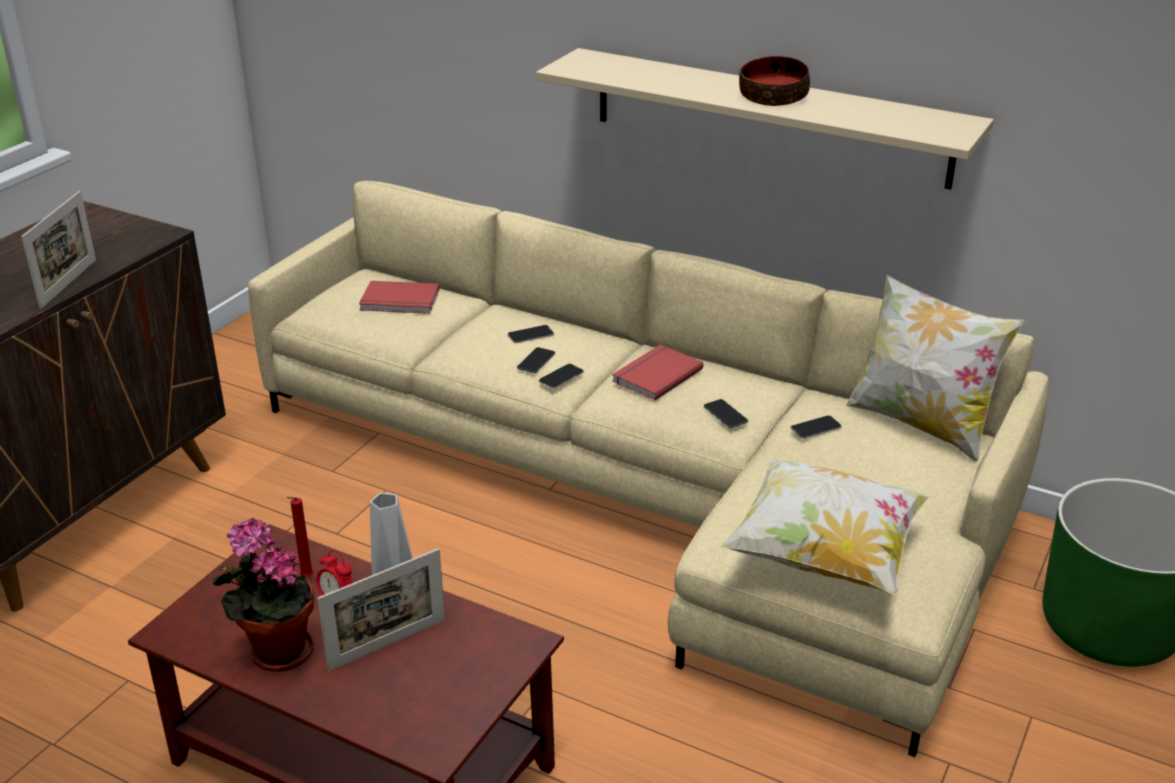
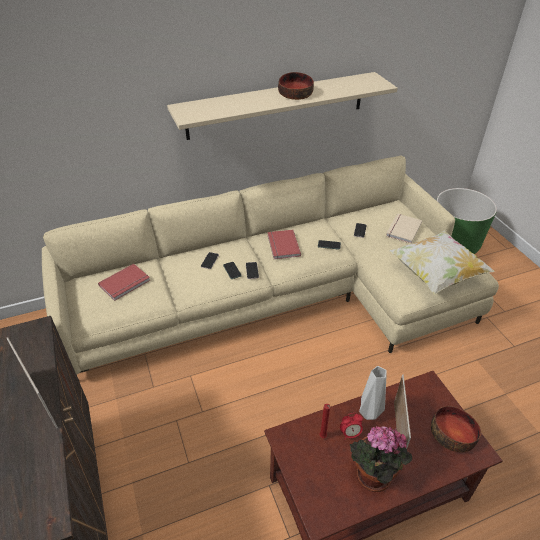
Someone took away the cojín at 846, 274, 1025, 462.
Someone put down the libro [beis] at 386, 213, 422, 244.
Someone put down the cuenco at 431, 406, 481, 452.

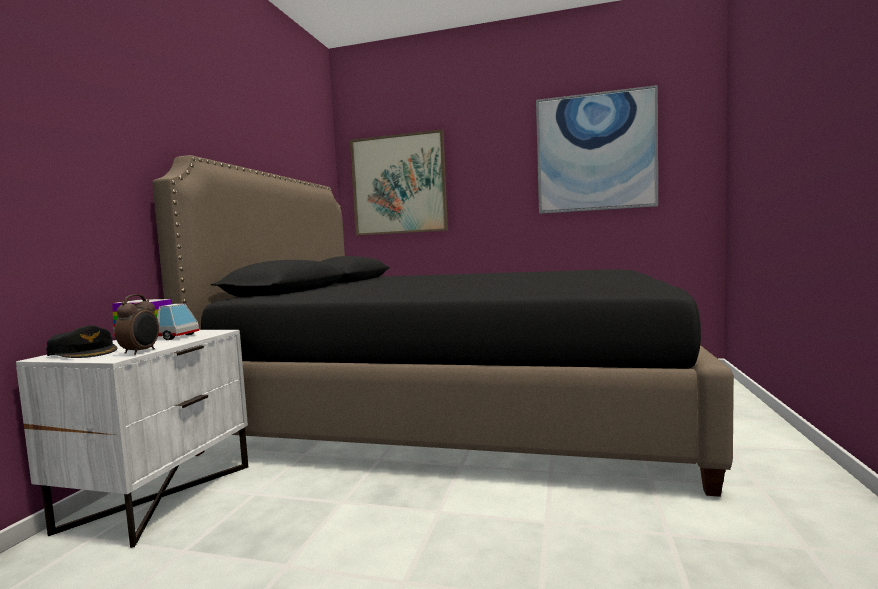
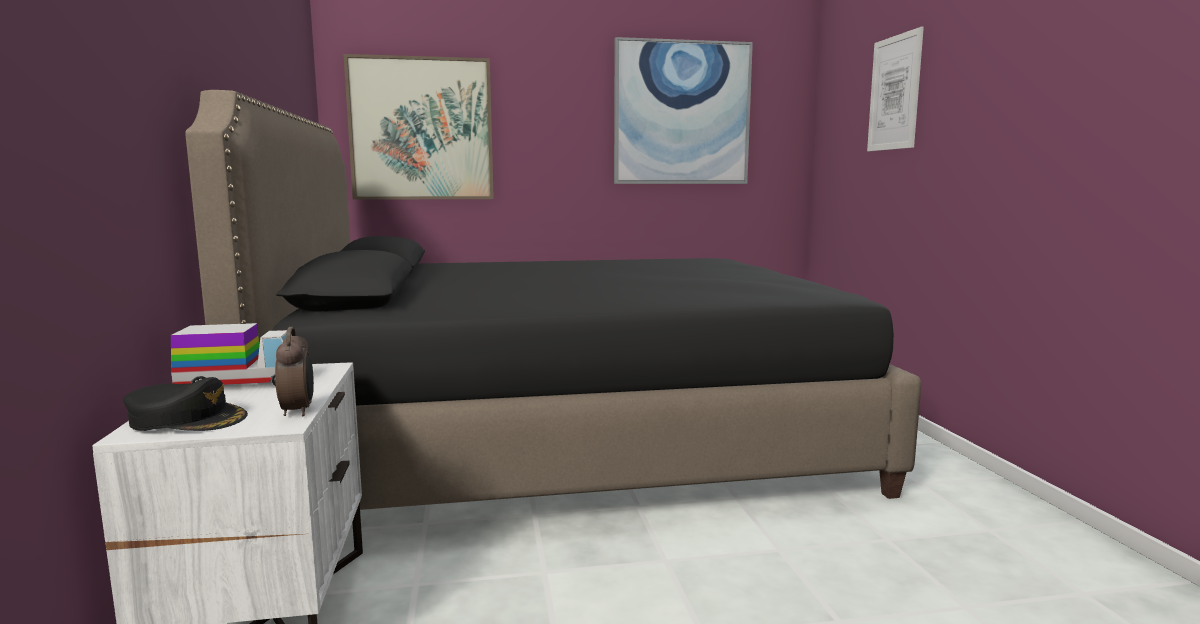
Someone put up the cuadro at 867, 27, 924, 151.

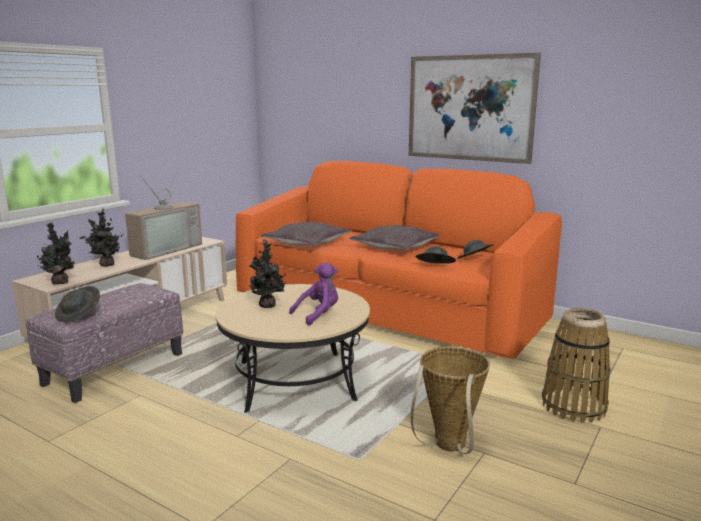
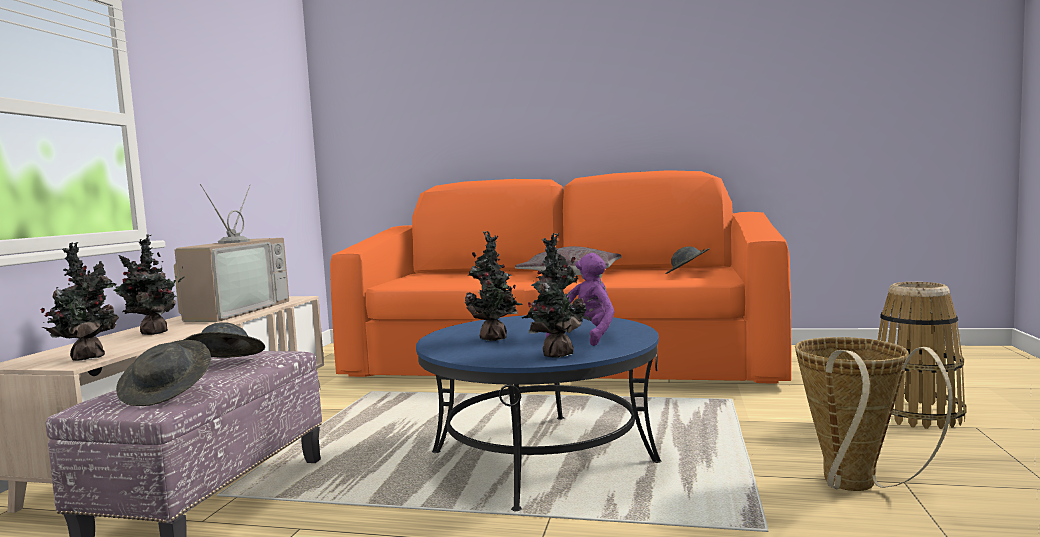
Someone took away the cojín [gris] at 261, 222, 352, 245.
Someone took away the cuadro at 409, 53, 541, 164.
Someone put down the planta en maceta at 522, 233, 586, 357.
Someone carried the sombrero [gris] from 416, 246, 456, 263 to 184, 322, 265, 358.
Someone repainted the mesa de centro [beis] at 215, 284, 370, 413, which became the mesa de centro [azul] at 416, 315, 661, 511.

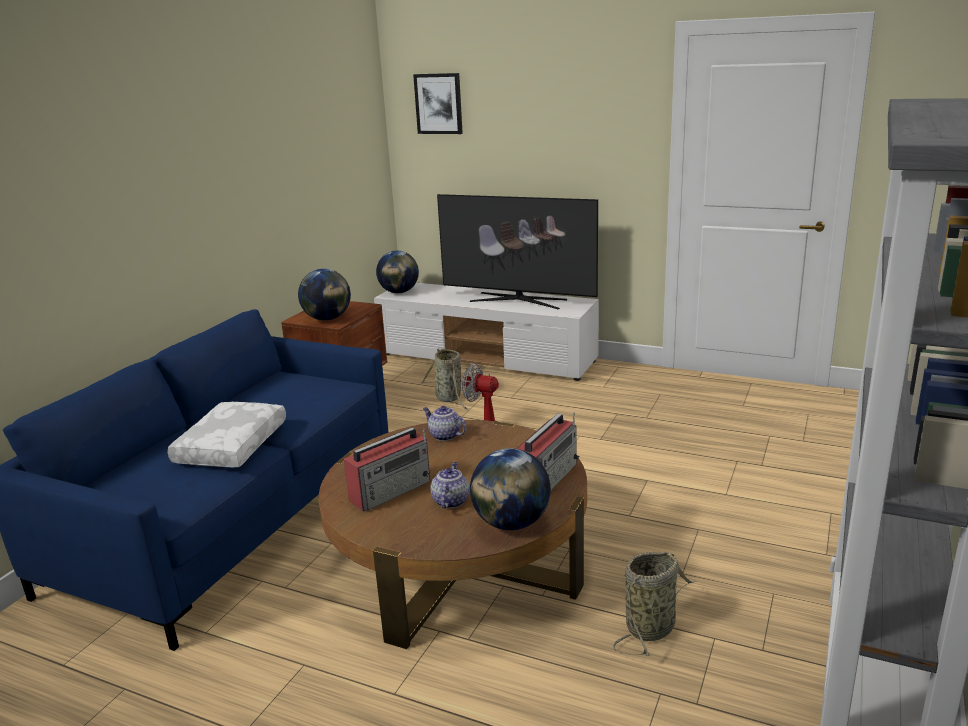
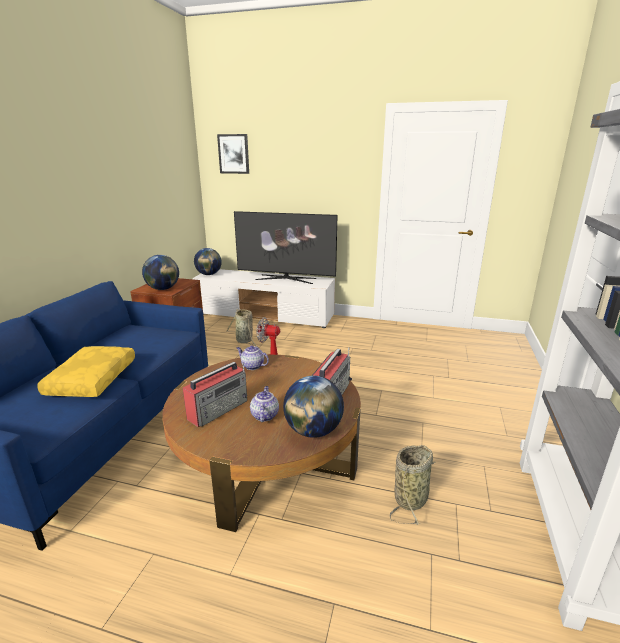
Someone repainted the cojín [blanco] at 168, 402, 286, 467, which became the cojín [amarillo] at 37, 346, 135, 397.

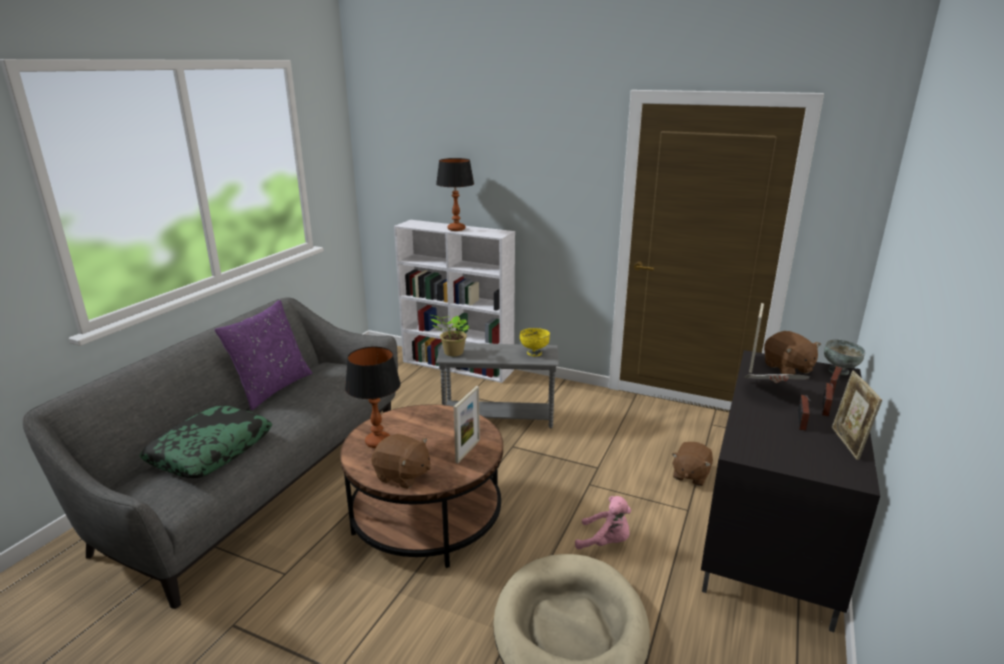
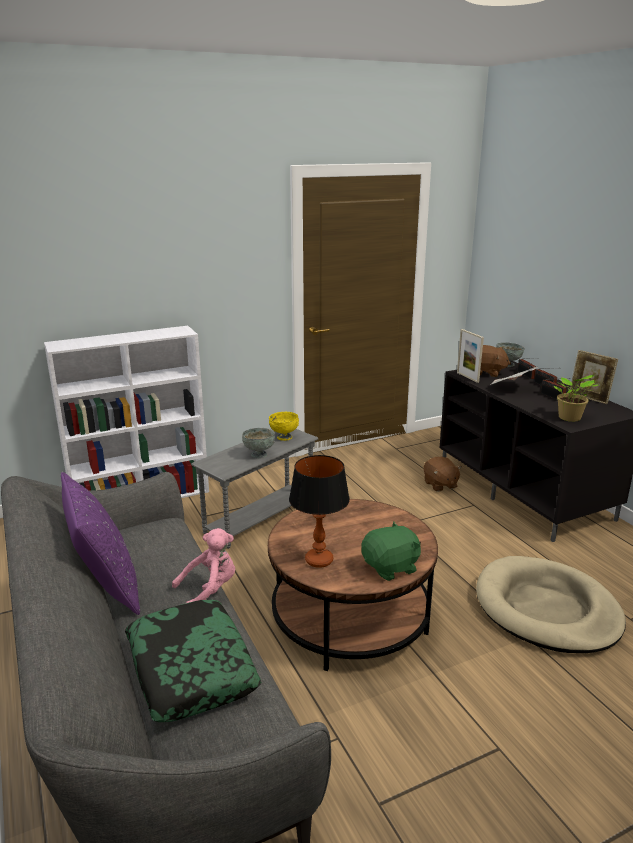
Someone took away the lámpara de mesa at 436, 158, 474, 231.
Someone took away the portarretratos at 454, 386, 480, 463.
Someone put down the cuenco [gris] at 242, 428, 275, 459.
Someone carried the planta en maceta from 431, 315, 469, 357 to 554, 375, 598, 422.
Someone carried the peluche [rosa] from 575, 496, 631, 550 to 172, 528, 235, 603.
Someone repainted the peluche [marrón] at 371, 434, 431, 489, which became the peluche [verde] at 361, 522, 421, 581.

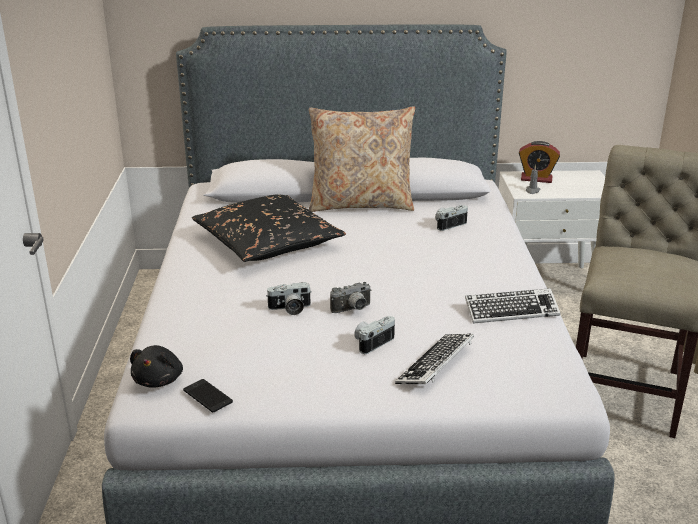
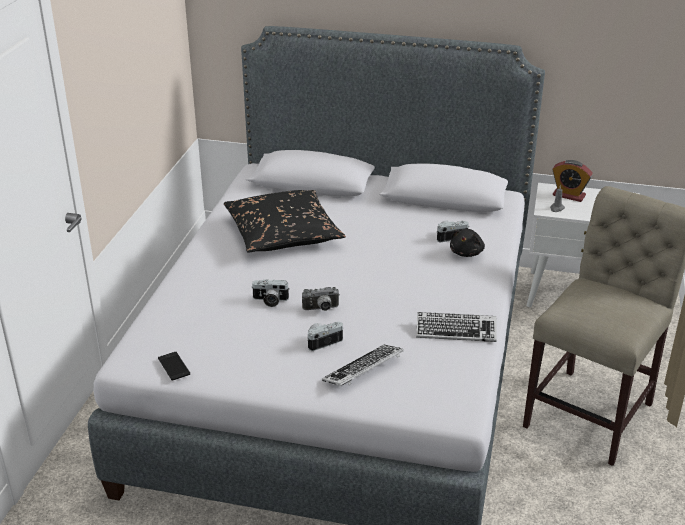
Someone took away the cojín [beis] at 309, 106, 415, 212.
Someone carried the peluche [negro] from 130, 345, 183, 388 to 450, 229, 485, 257.

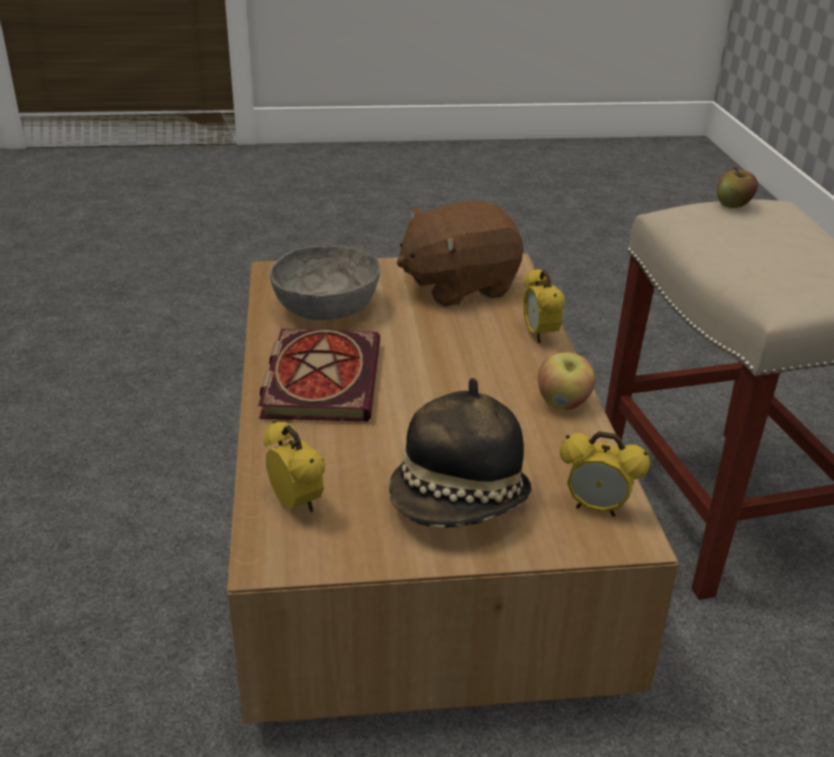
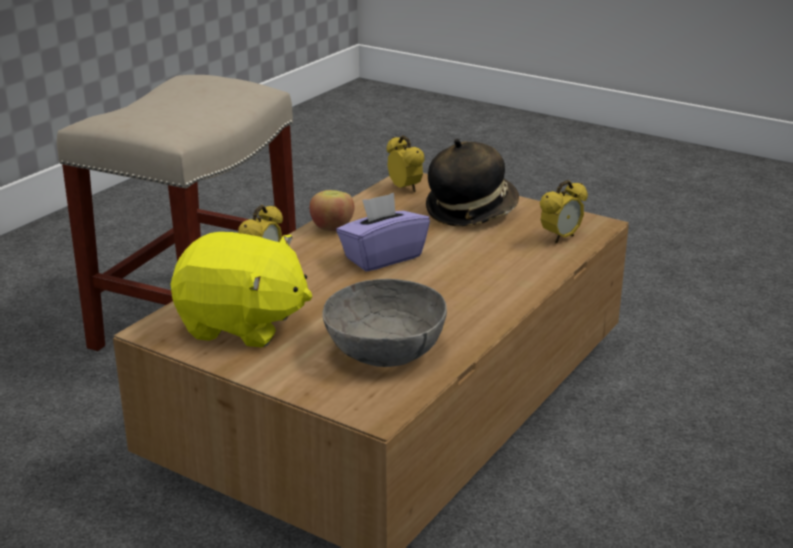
Someone took away the libro at 258, 329, 380, 421.
Someone took away the manzana at 717, 167, 758, 208.
Someone put down the caja de pañuelos [morado] at 336, 193, 430, 272.
Someone repainted the peluche [marrón] at 397, 201, 523, 307, which became the peluche [amarillo] at 171, 232, 313, 347.
Someone rotated the despertador at 263, 420, 325, 512 by 135 degrees counterclockwise.

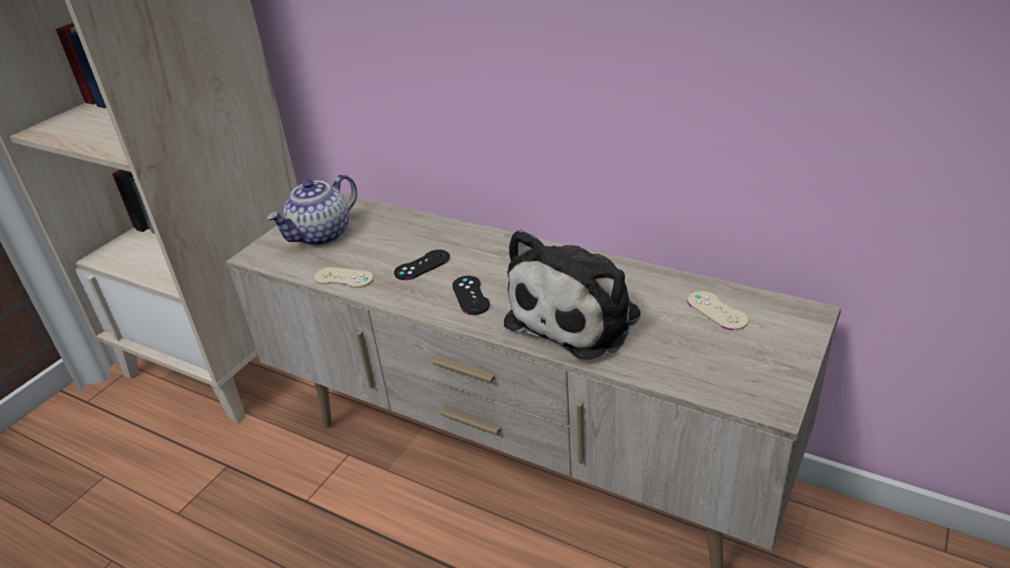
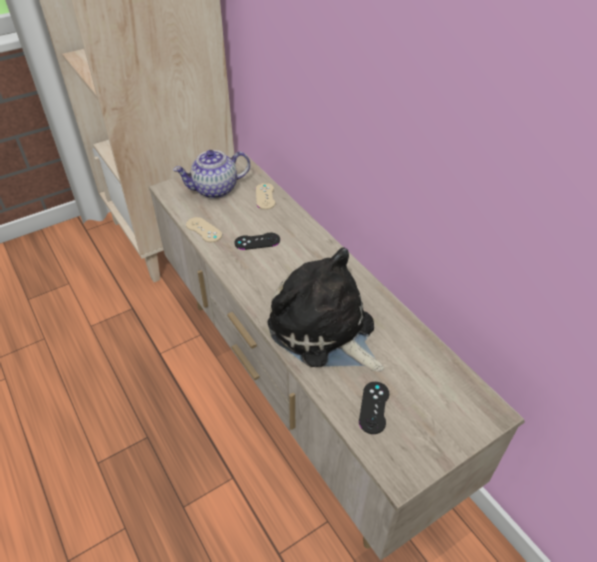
Someone carried the mando de consola [negro] from 452, 276, 490, 315 to 359, 382, 389, 434.
Someone carried the mando de consola [beis] from 687, 291, 748, 330 to 256, 183, 275, 210.
Someone rotated the peluche at 504, 229, 641, 360 by 75 degrees clockwise.

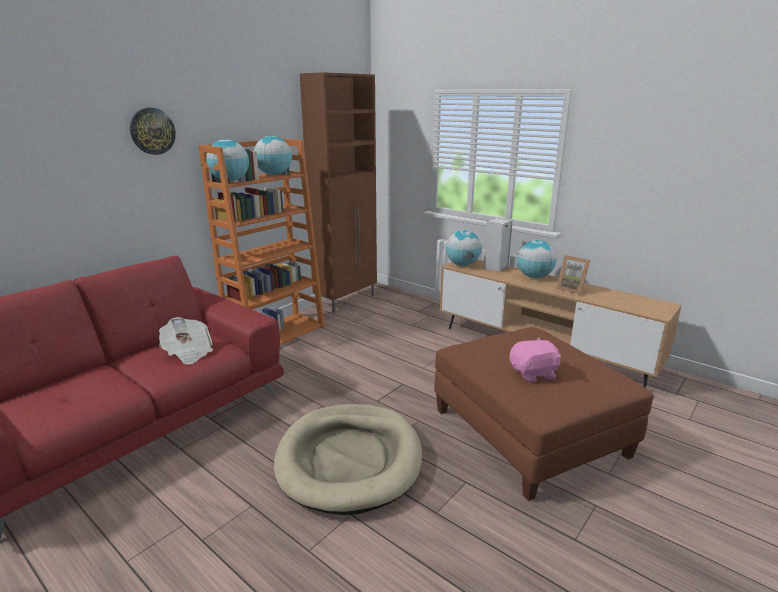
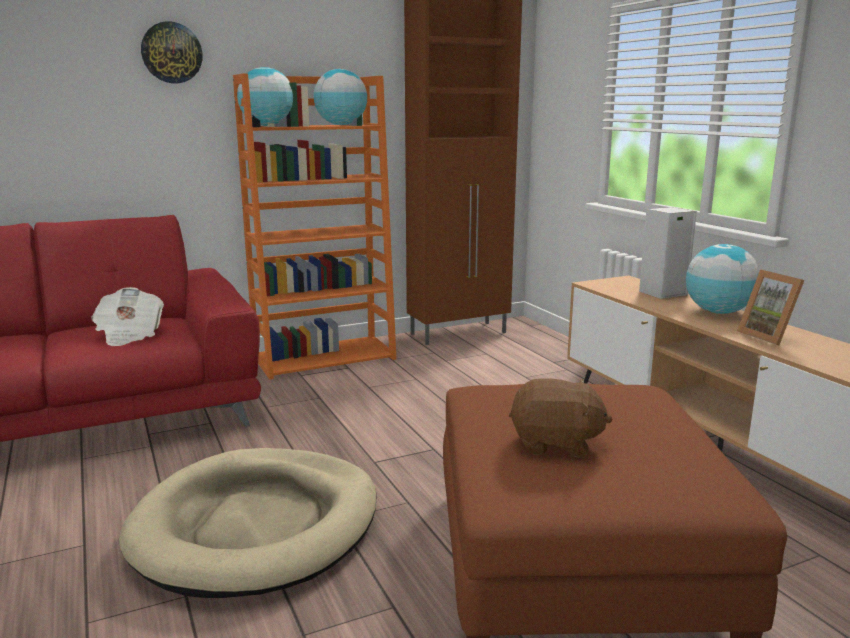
Someone took away the globo terráqueo at 446, 230, 482, 266.
Someone repainted the peluche [rosa] at 510, 337, 561, 383, which became the peluche [marrón] at 509, 378, 613, 457.

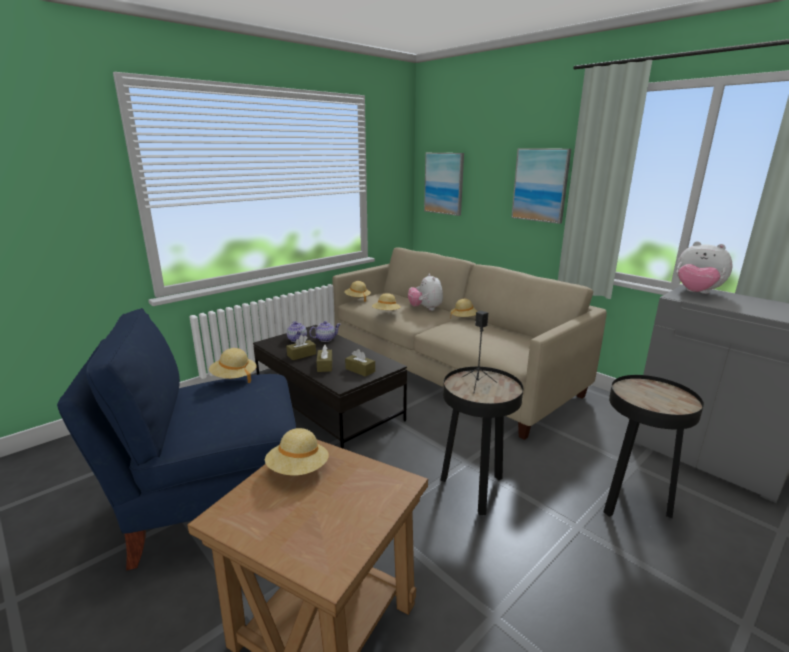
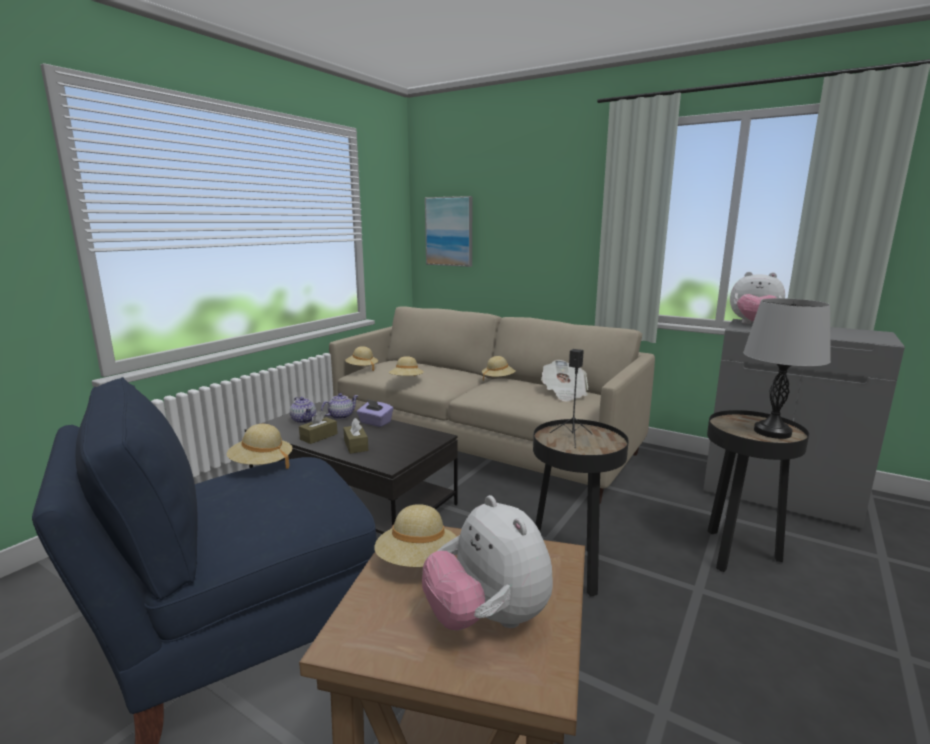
Someone took away the caja de pañuelos [marrón] at 345, 349, 375, 377.
Someone took away the cuadro at 511, 148, 571, 224.
Someone put down the caja de pañuelos [morado] at 357, 399, 393, 427.
Someone put down the periódico at 541, 360, 588, 401.
Someone put down the lámpara de mesa [gris] at 743, 298, 831, 439.
Someone carried the peluche from 408, 274, 443, 311 to 422, 495, 553, 631.

